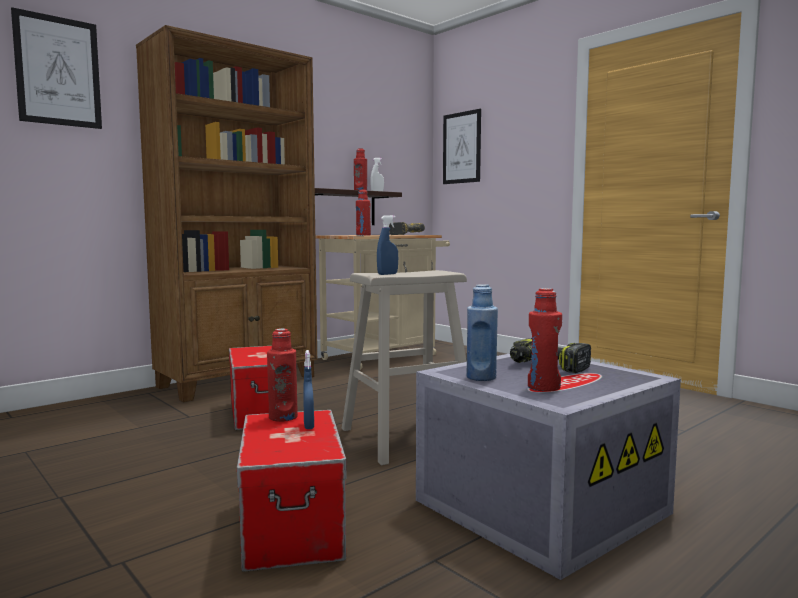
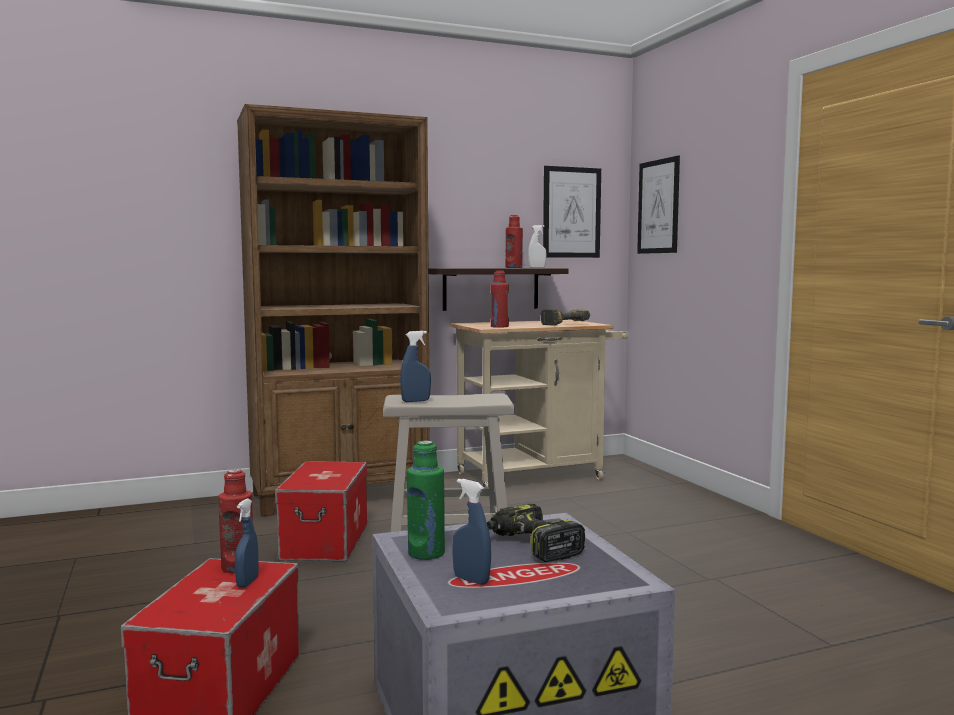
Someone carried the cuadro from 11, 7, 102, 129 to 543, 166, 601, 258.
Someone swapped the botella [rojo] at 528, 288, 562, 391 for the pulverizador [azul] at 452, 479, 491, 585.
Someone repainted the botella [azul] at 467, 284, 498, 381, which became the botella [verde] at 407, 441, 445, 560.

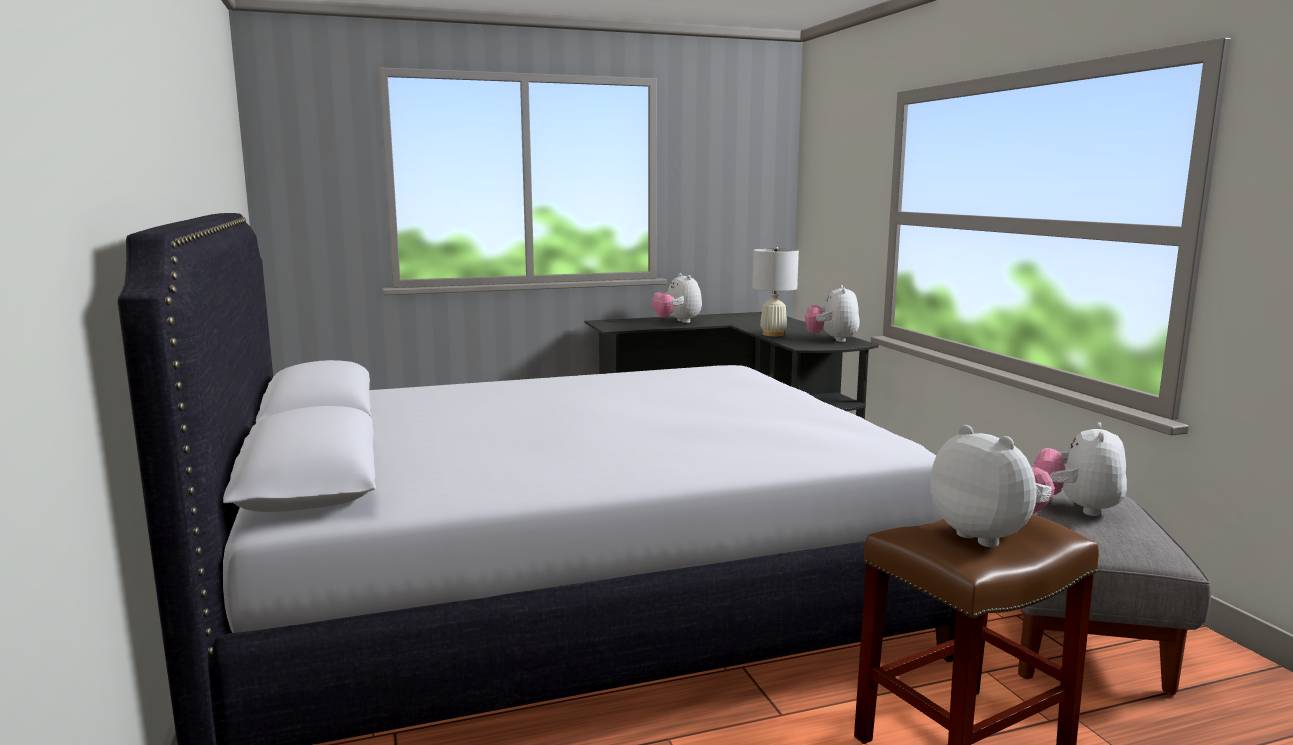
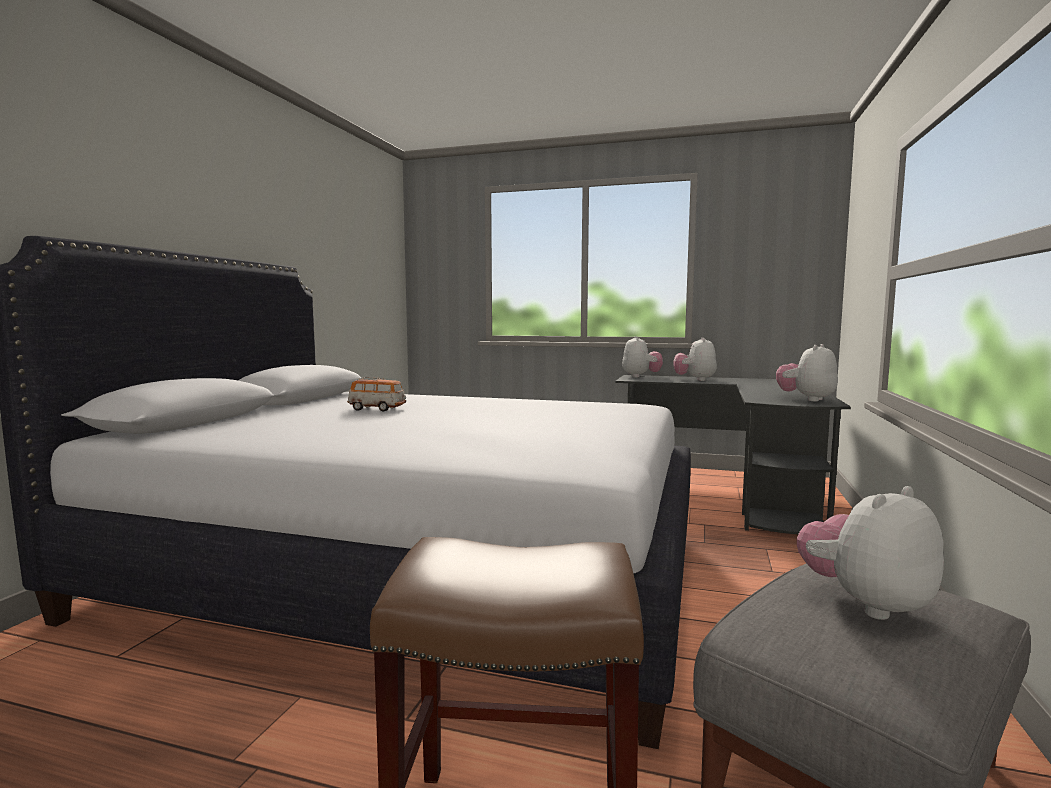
Someone took away the lámpara de mesa [blanco] at 752, 246, 799, 336.
Someone put down the coche de juguete at 347, 377, 406, 411.
Someone carried the peluche from 930, 425, 1055, 547 to 622, 336, 663, 378.

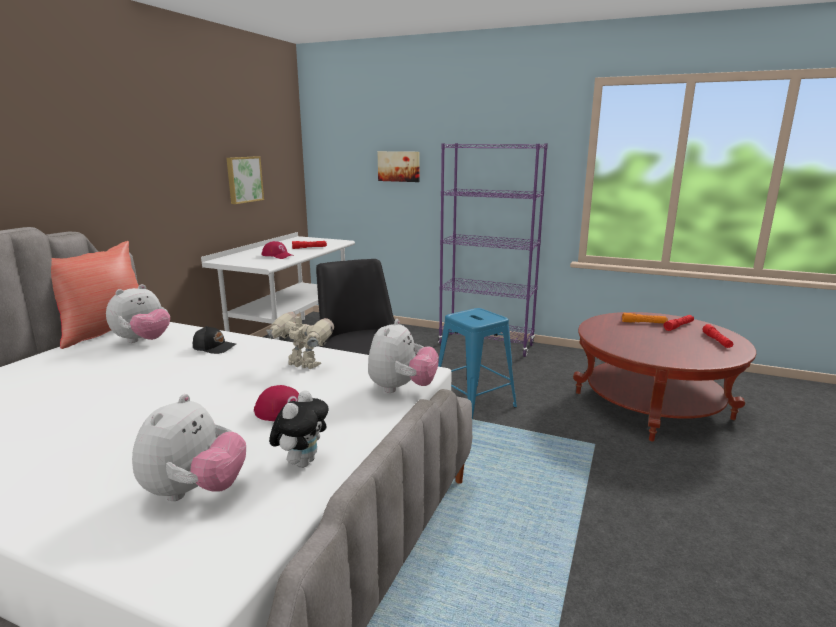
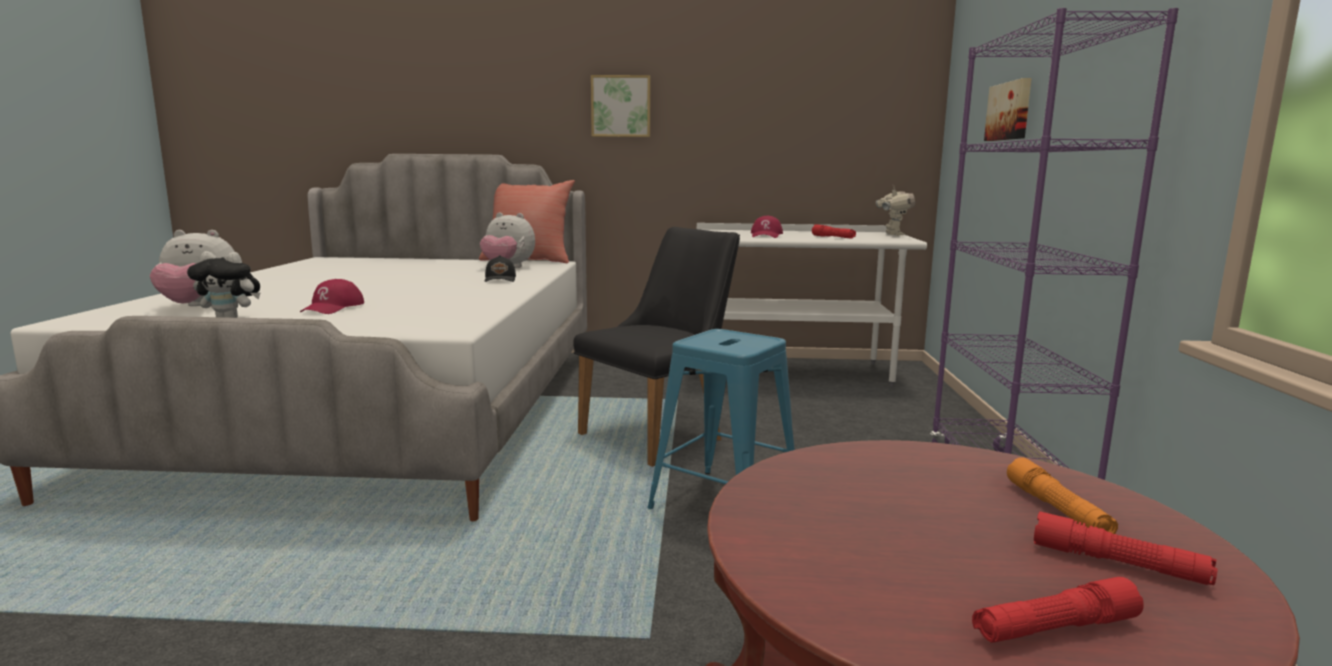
Someone took away the peluche at 368, 319, 439, 393.
Someone carried the cuadro from 226, 156, 264, 204 to 591, 75, 651, 137.
Someone carried the robot de juguete from 266, 312, 334, 369 to 876, 186, 915, 236.

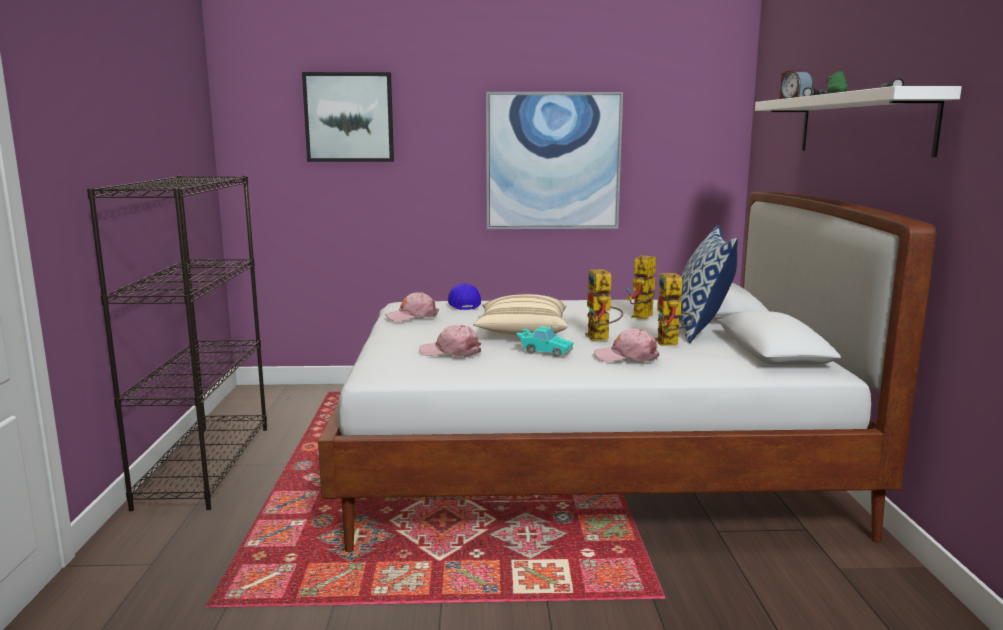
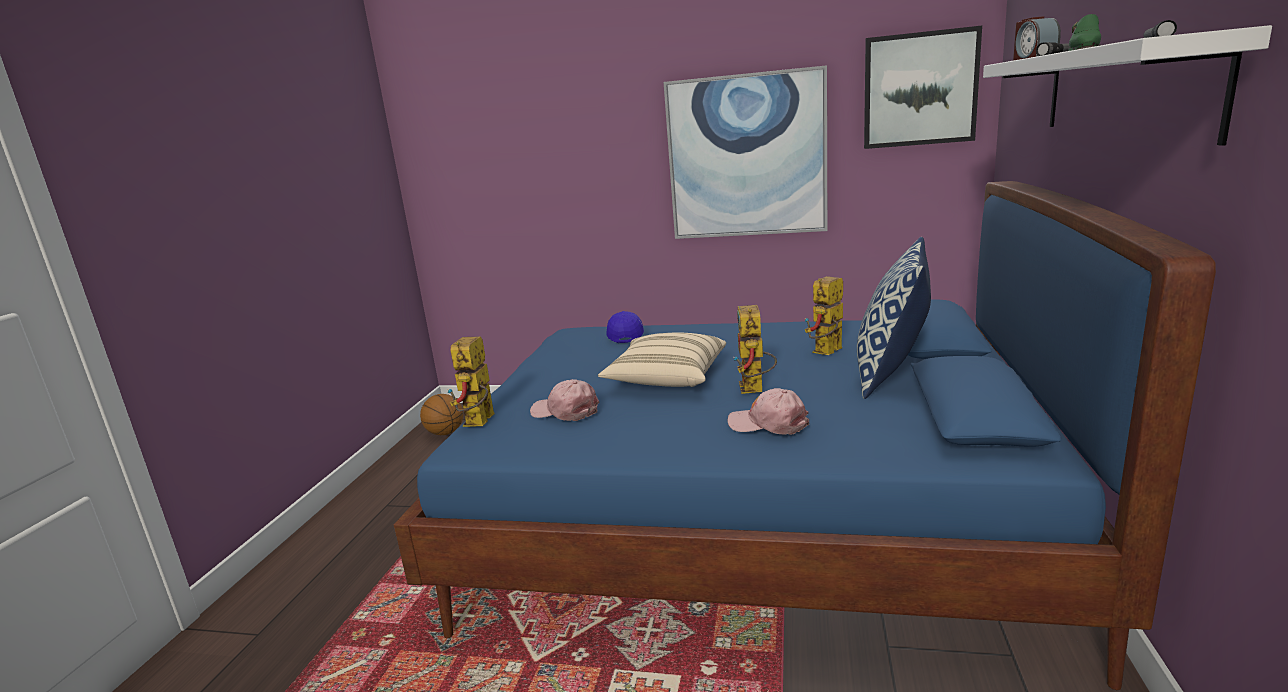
Someone took away the estantería [negro] at 87, 176, 267, 511.
Someone took away the gorra [rosa] at 385, 292, 439, 321.
Someone took away the coche de juguete [turquesa] at 516, 327, 574, 358.
Someone put down the balón de baloncesto at 420, 394, 463, 435.
Someone carried the cuadro from 302, 72, 394, 162 to 864, 26, 982, 149.
Someone carried the robot de juguete from 655, 273, 694, 346 to 447, 336, 494, 427.
Someone repainted the cama [blanco] at 318, 192, 936, 552, which became the cama [azul] at 394, 181, 1216, 690.

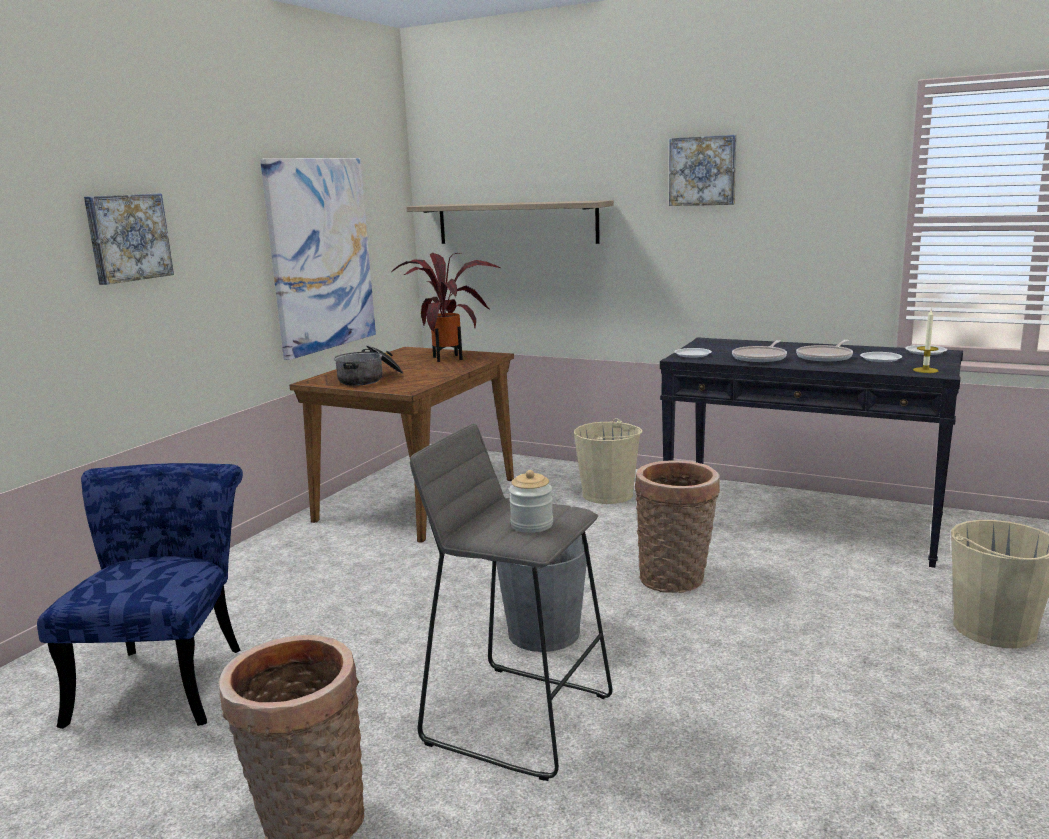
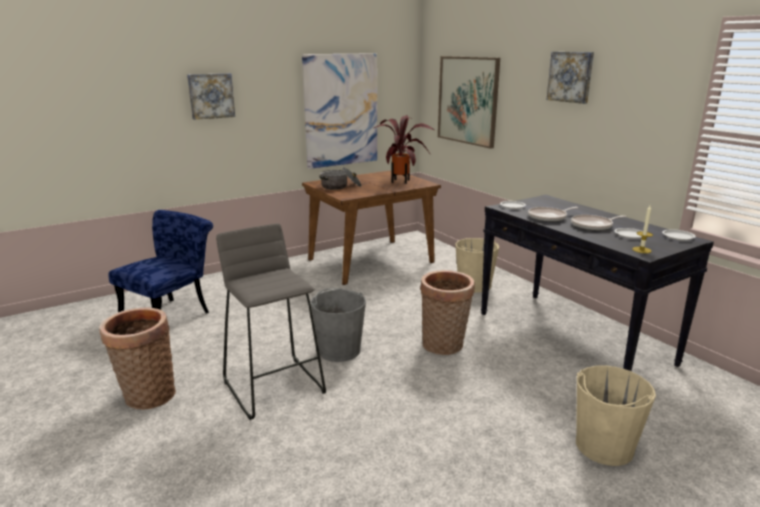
Someone took away the tarro at 509, 470, 553, 533.
Someone swapped the estante at 406, 200, 614, 244 for the cuadro at 438, 56, 500, 149.

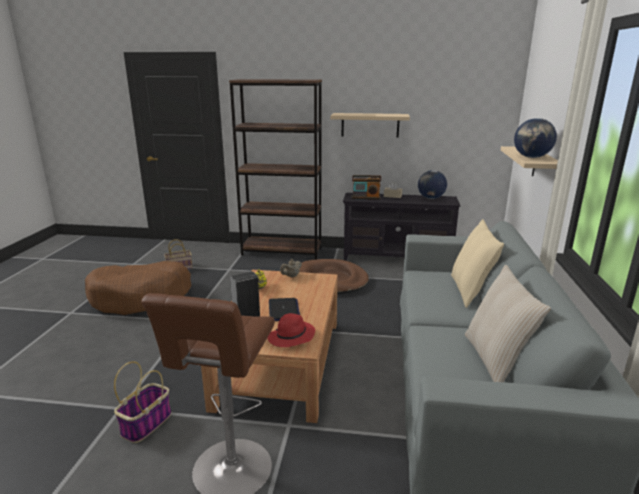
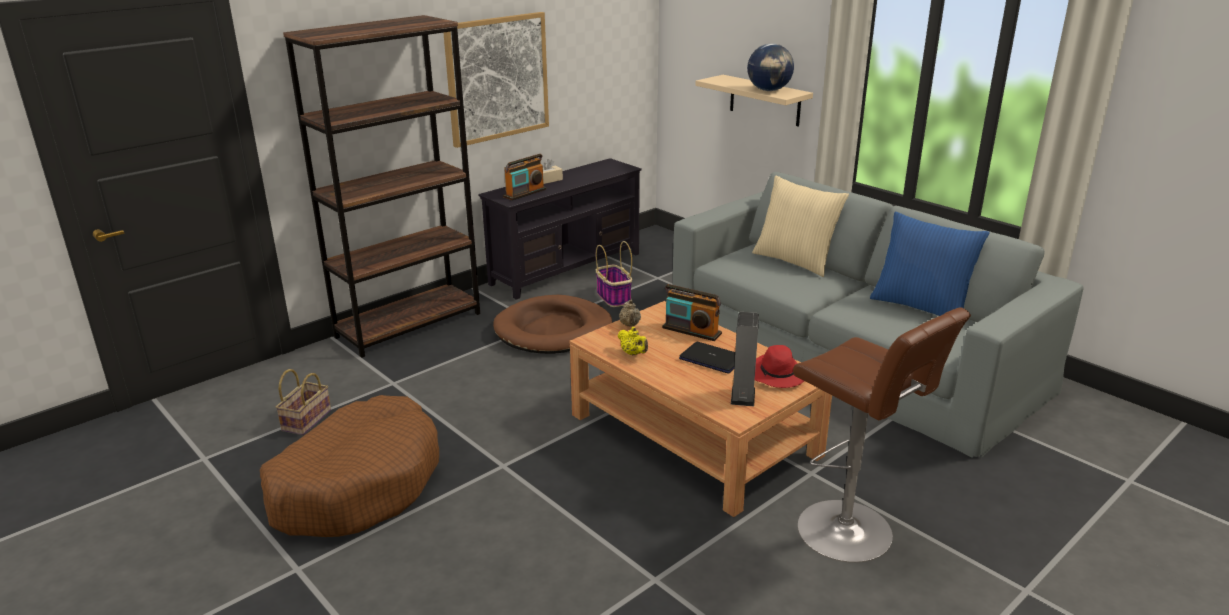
Someone took away the globo terráqueo at 418, 170, 447, 199.
Someone put down the radio at 662, 284, 722, 341.
Someone carried the cesta from 114, 361, 171, 443 to 596, 241, 632, 307.
Someone swapped the estante [beis] at 330, 113, 410, 138 for the cuadro at 444, 12, 549, 148.
Someone repainted the cojín [beis] at 465, 265, 551, 382, which became the cojín [azul] at 870, 212, 990, 316.

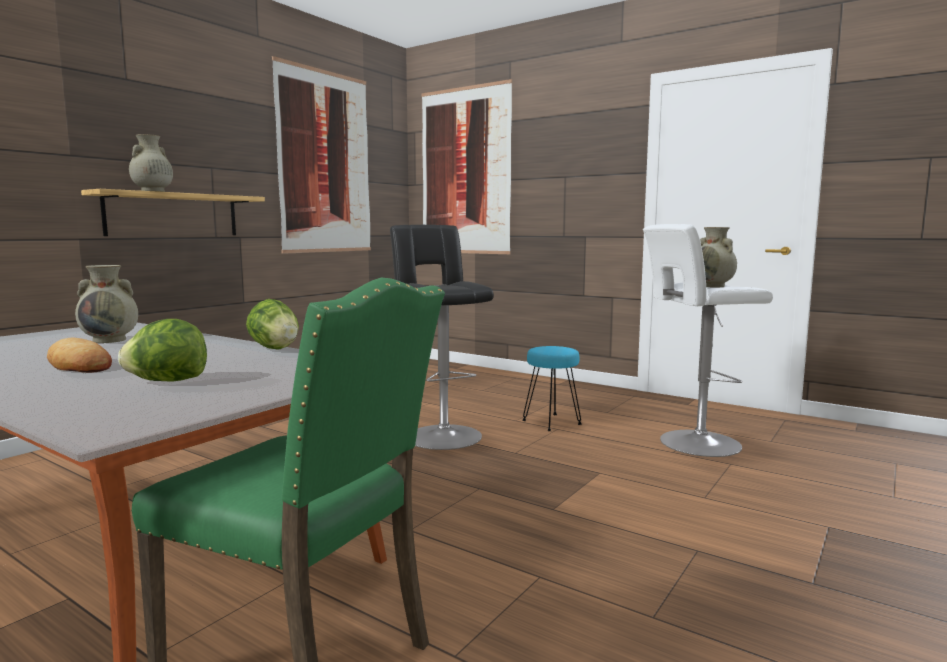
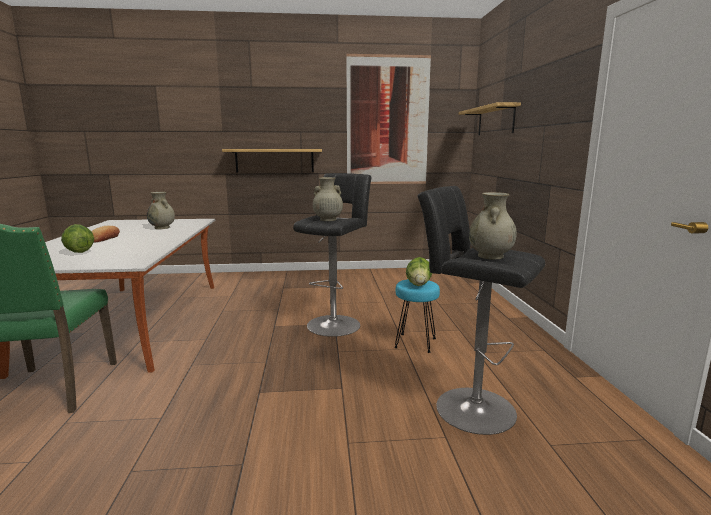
Someone carried the florero [beis] from 129, 134, 173, 192 to 313, 177, 343, 221.
Someone carried the lechuga from 246, 299, 299, 350 to 406, 257, 432, 286.
Someone swapped the cuadro at 422, 79, 512, 254 for the estante at 459, 102, 521, 136.
Someone repainted the taburete [blanco] at 643, 224, 773, 457, which became the taburete [negro] at 417, 186, 545, 435.

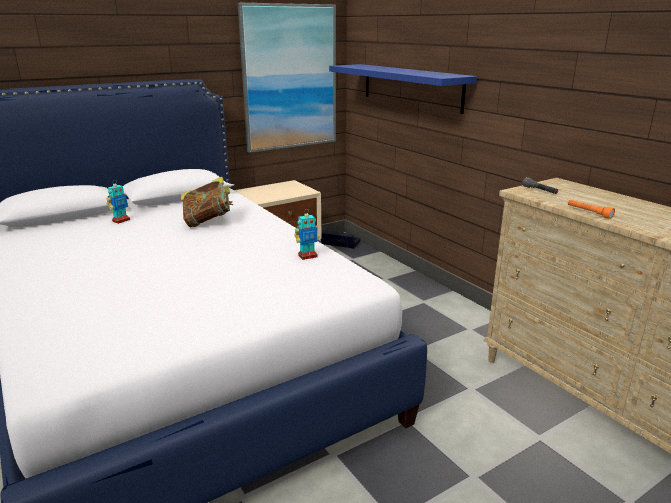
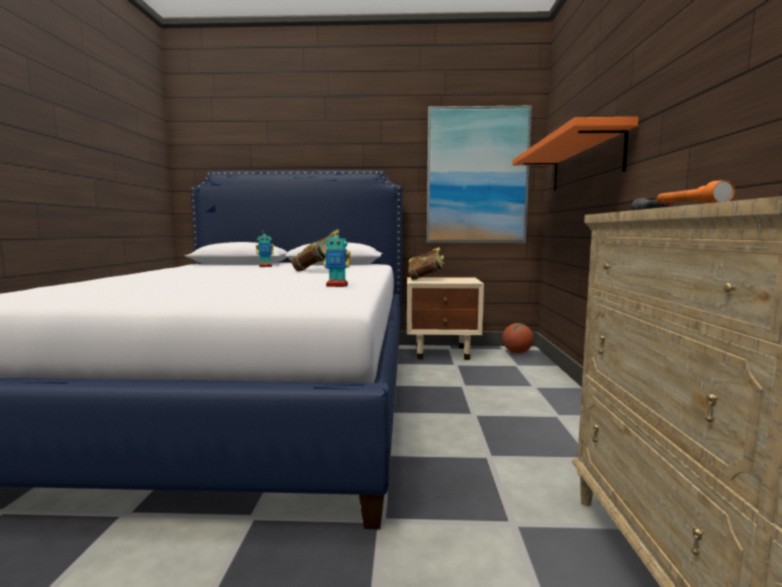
Someone put down the libro at 408, 247, 445, 280.
Someone swapped the caja de almacenaje [negro] at 321, 230, 360, 248 for the balón de baloncesto at 502, 323, 534, 353.
Someone repainted the estante [azul] at 329, 64, 477, 114, which became the estante [naranja] at 512, 117, 639, 191.

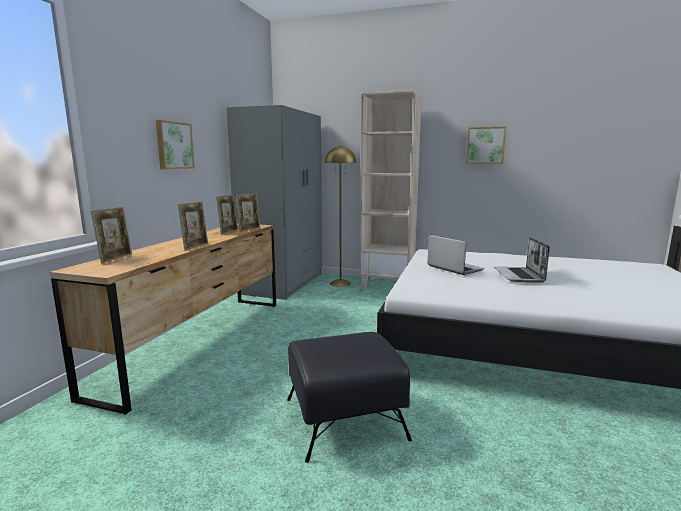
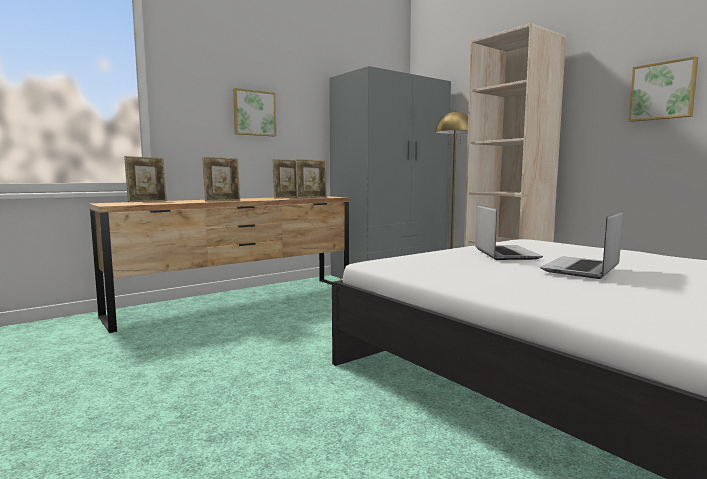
Someone took away the puf [negro] at 287, 332, 412, 463.

